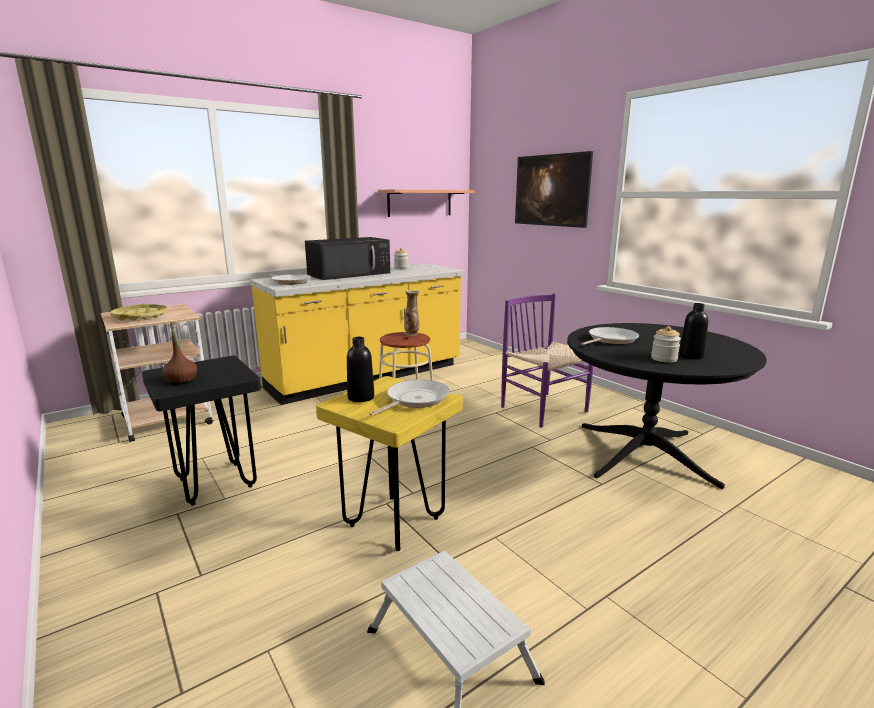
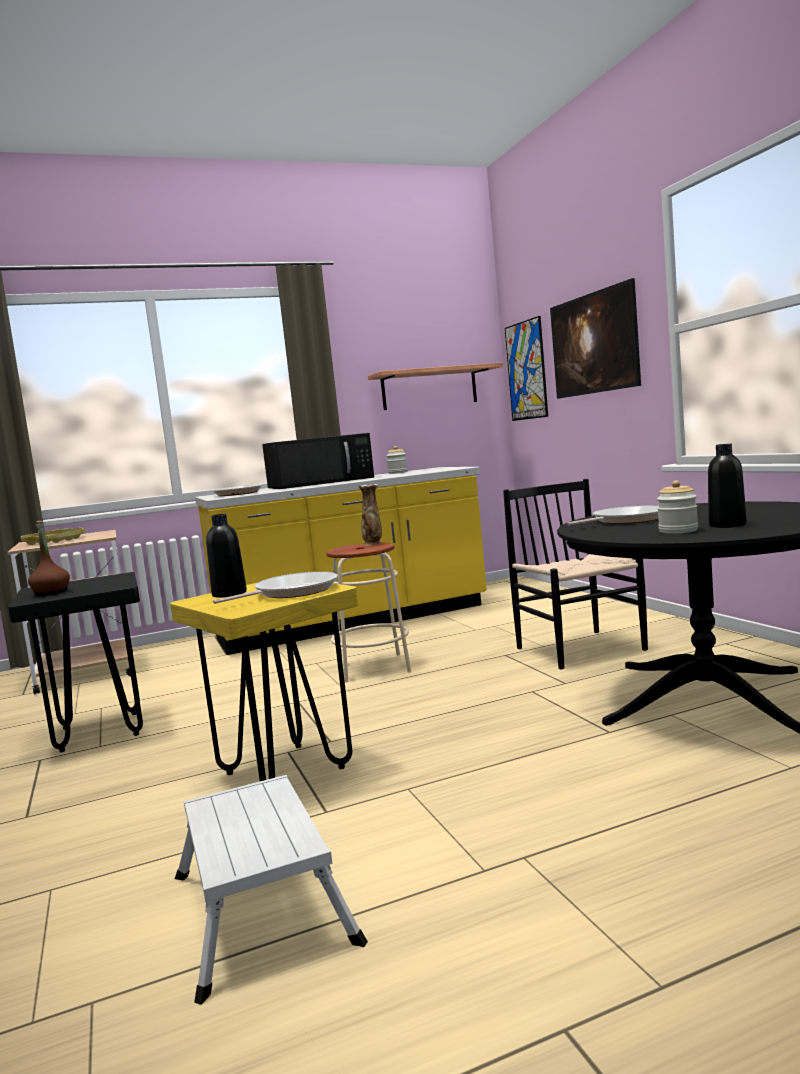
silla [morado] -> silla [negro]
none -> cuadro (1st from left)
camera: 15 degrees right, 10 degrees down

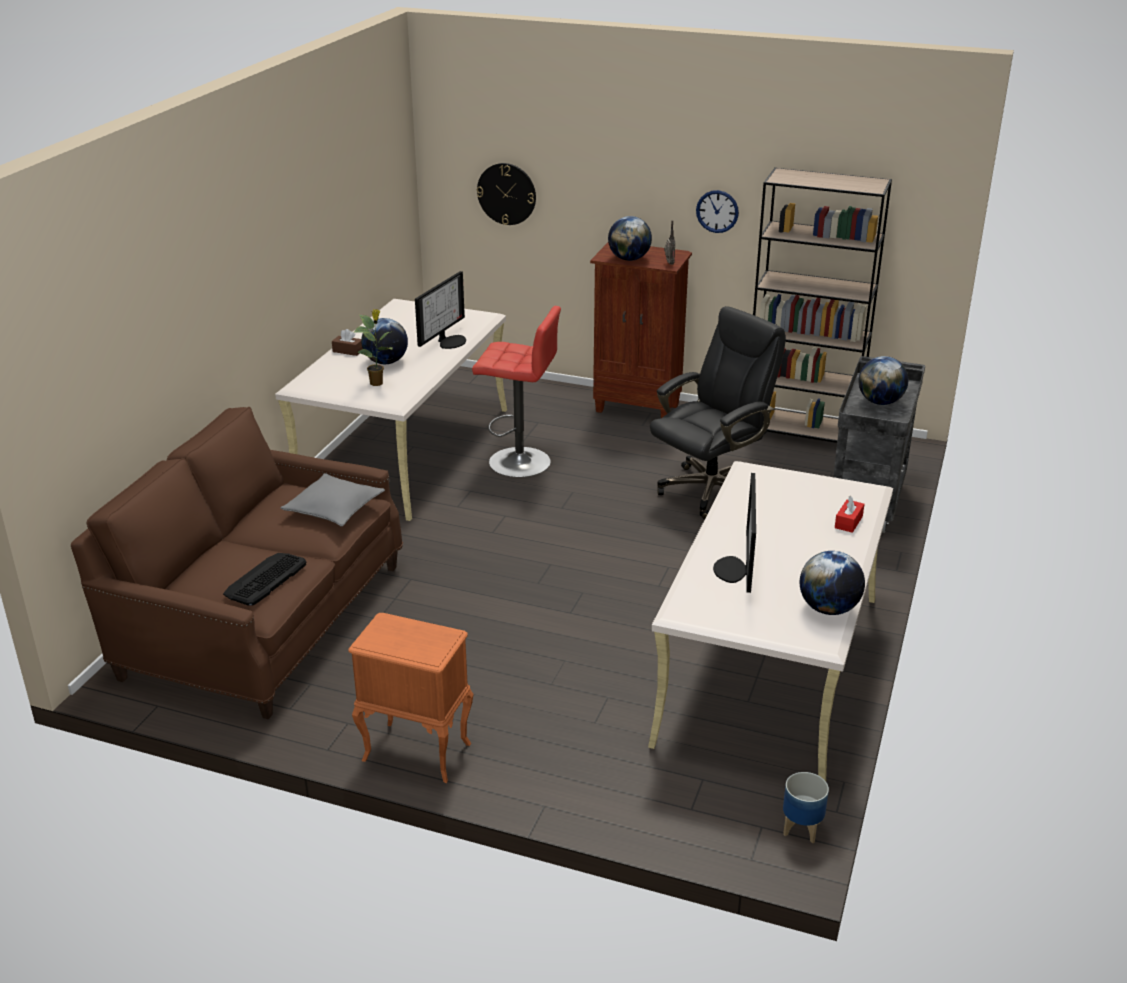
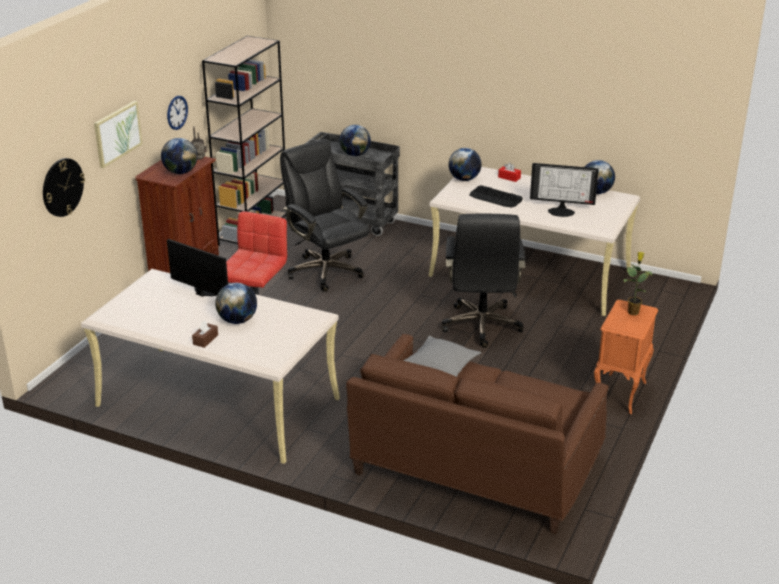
teclado, moved
planta en maceta, moved
maceta -> none
none -> cuadro
none -> silla de oficina [negro] (2nd from left)
none -> globo terráqueo (4th from left)
camera: 85 degrees left, 0 degrees up

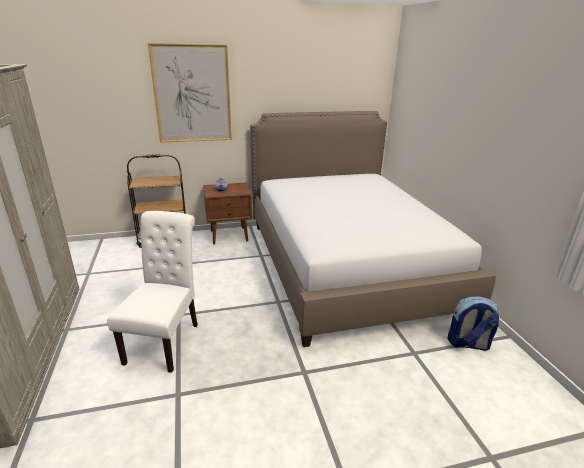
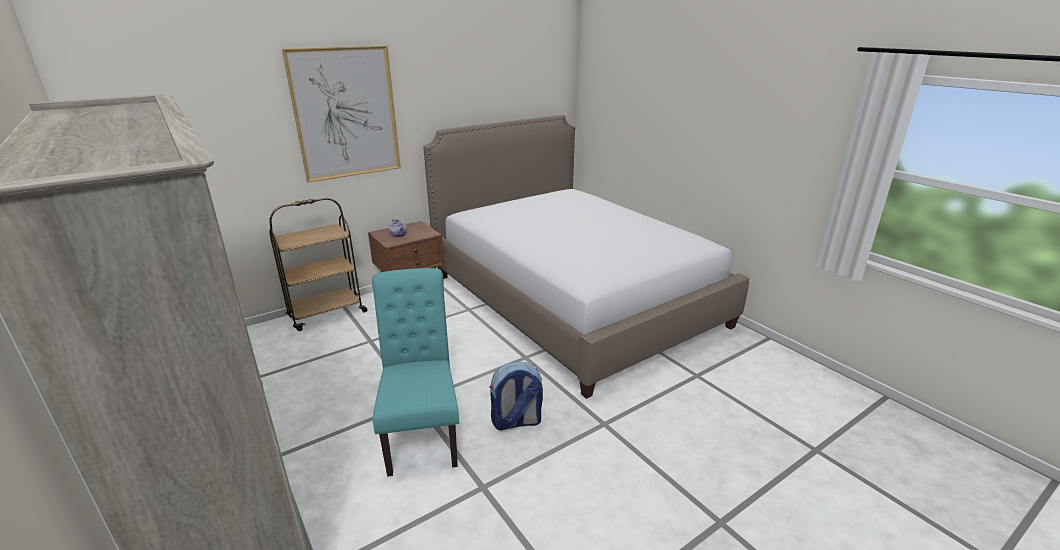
silla [blanco] -> silla [turquesa]
mochila, moved
camera: 20 degrees left, 0 degrees up

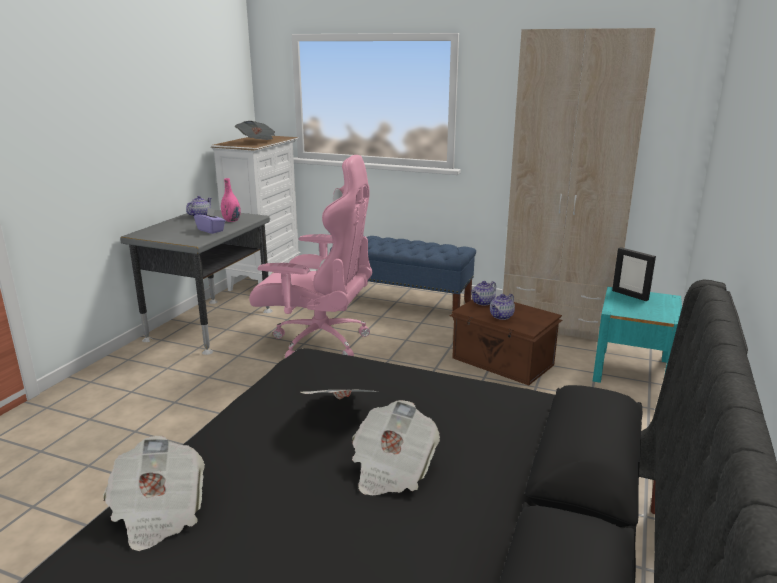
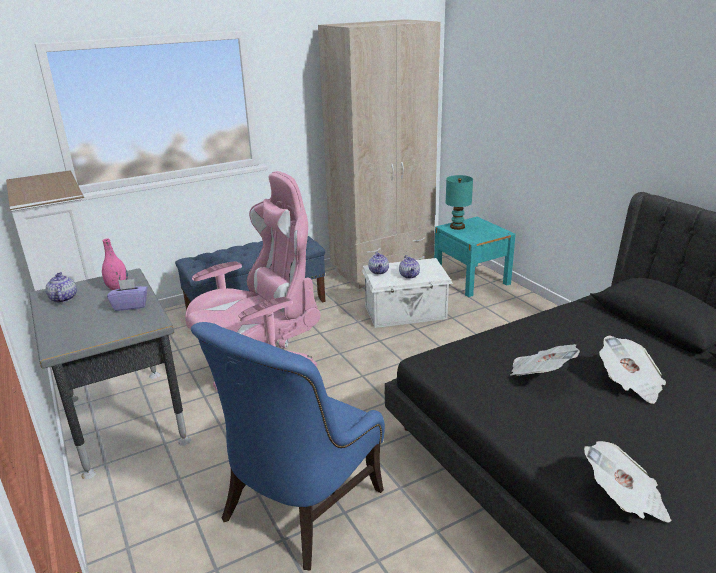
periódico (2nd from left) -> none
caja de almacenaje [marrón] -> caja de almacenaje [blanco]
portarretratos -> lámpara de mesa [turquesa]
none -> silla [azul]
camera: 50 degrees left, 5 degrees up

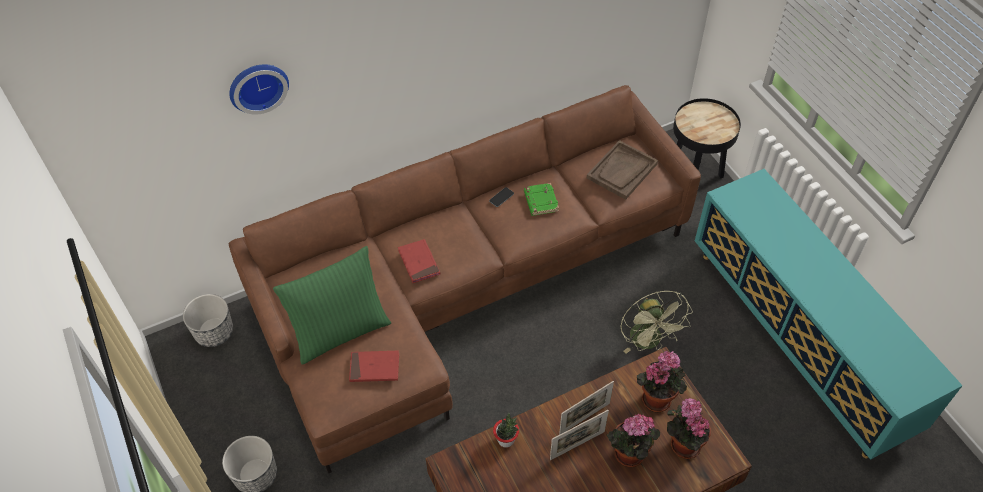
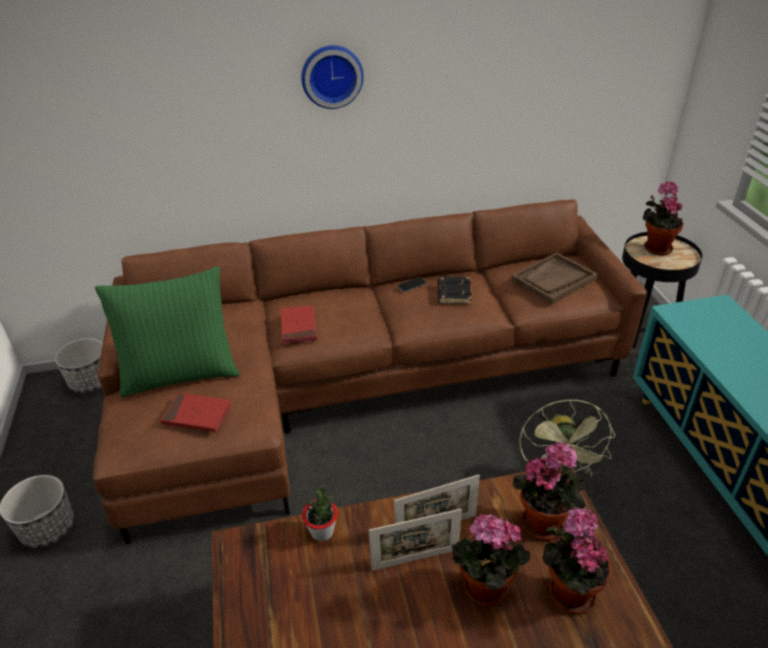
reloj de pared, moved
libro [verde] -> libro [negro]
none -> planta en maceta (5th from left)
camera: 15 degrees right, 15 degrees down

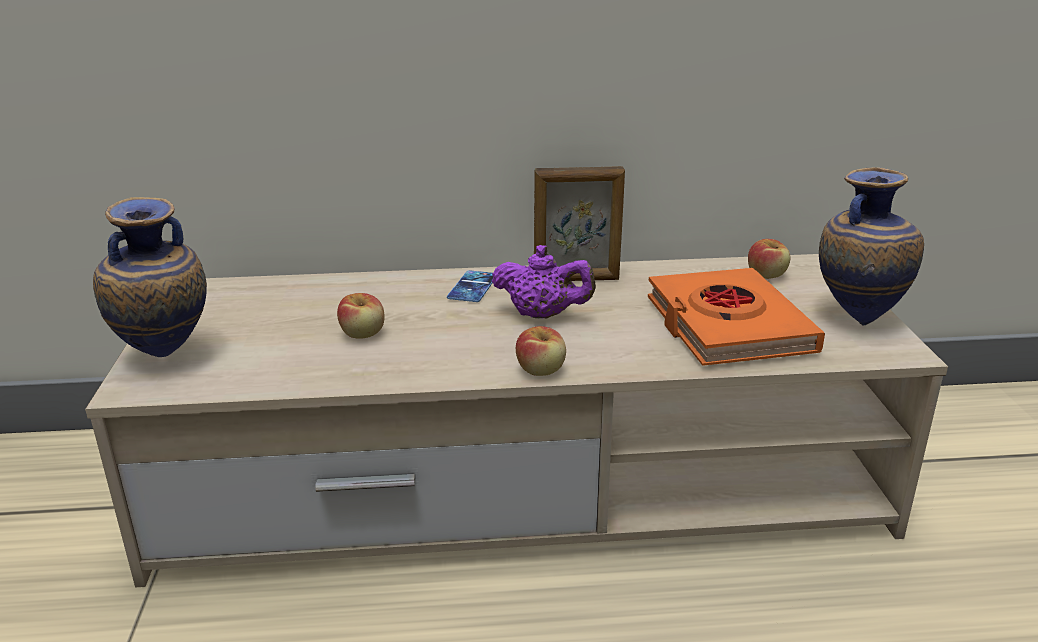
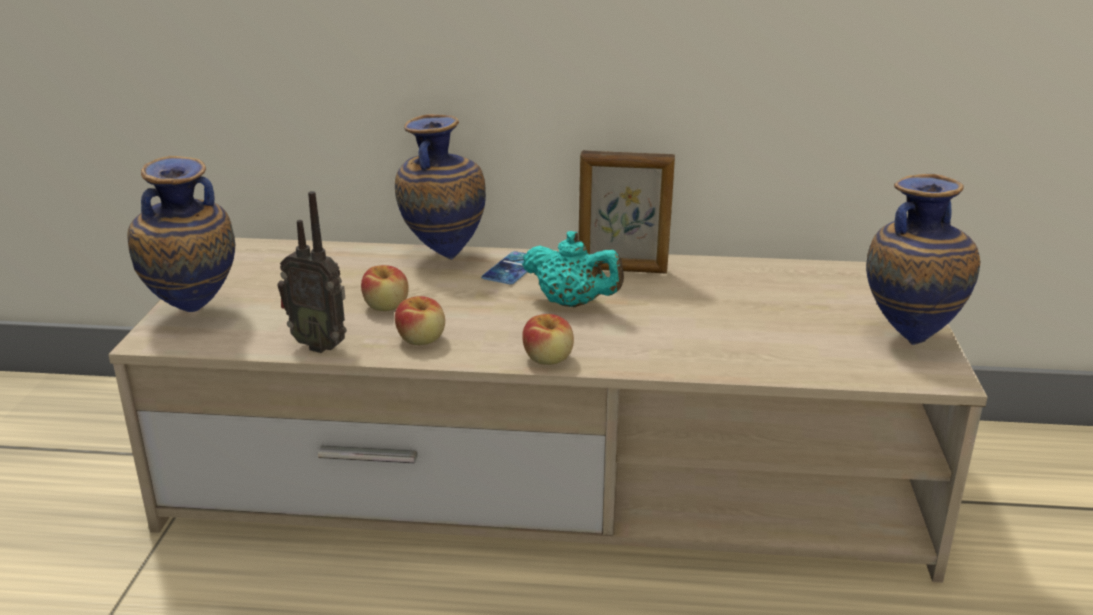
tetera [morado] -> tetera [turquesa]
libro [naranja] -> none
manzana (3rd from left in the first image) -> manzana (2nd from left), moved
none -> radio
none -> florero (2nd from left)
camera: 10 degrees right, 0 degrees up

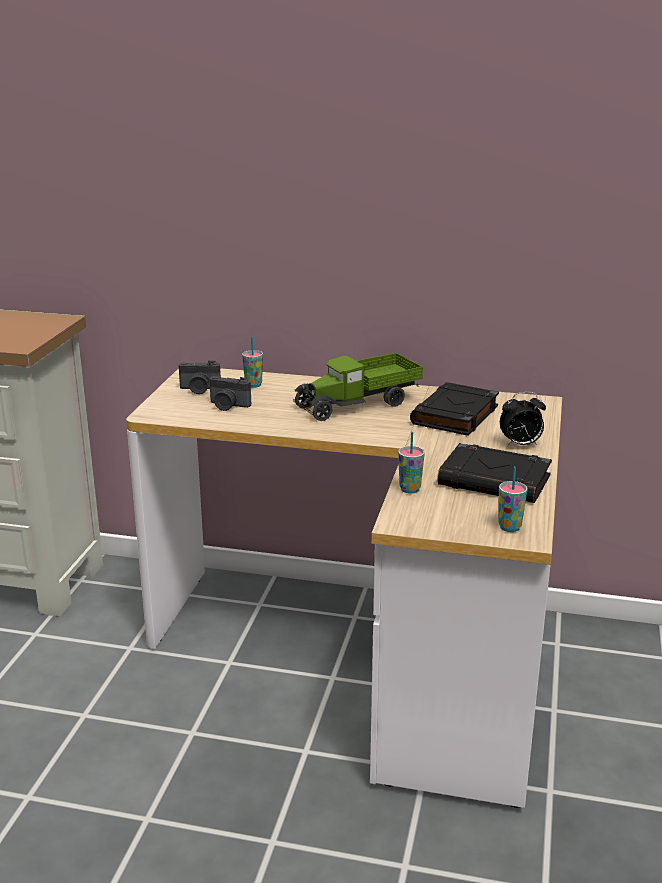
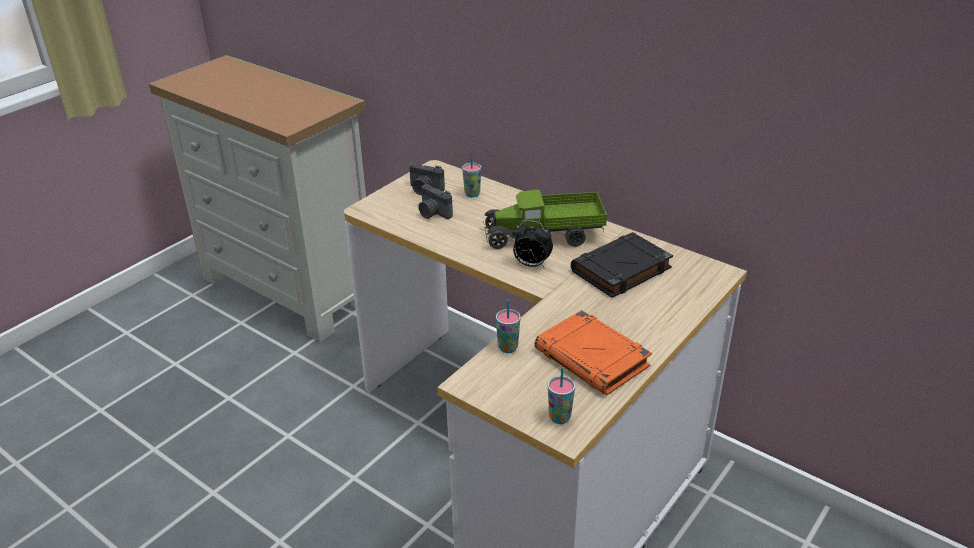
libro [negro] (2nd from left) -> libro [naranja]
despertador, moved
camera: 25 degrees right, 10 degrees up

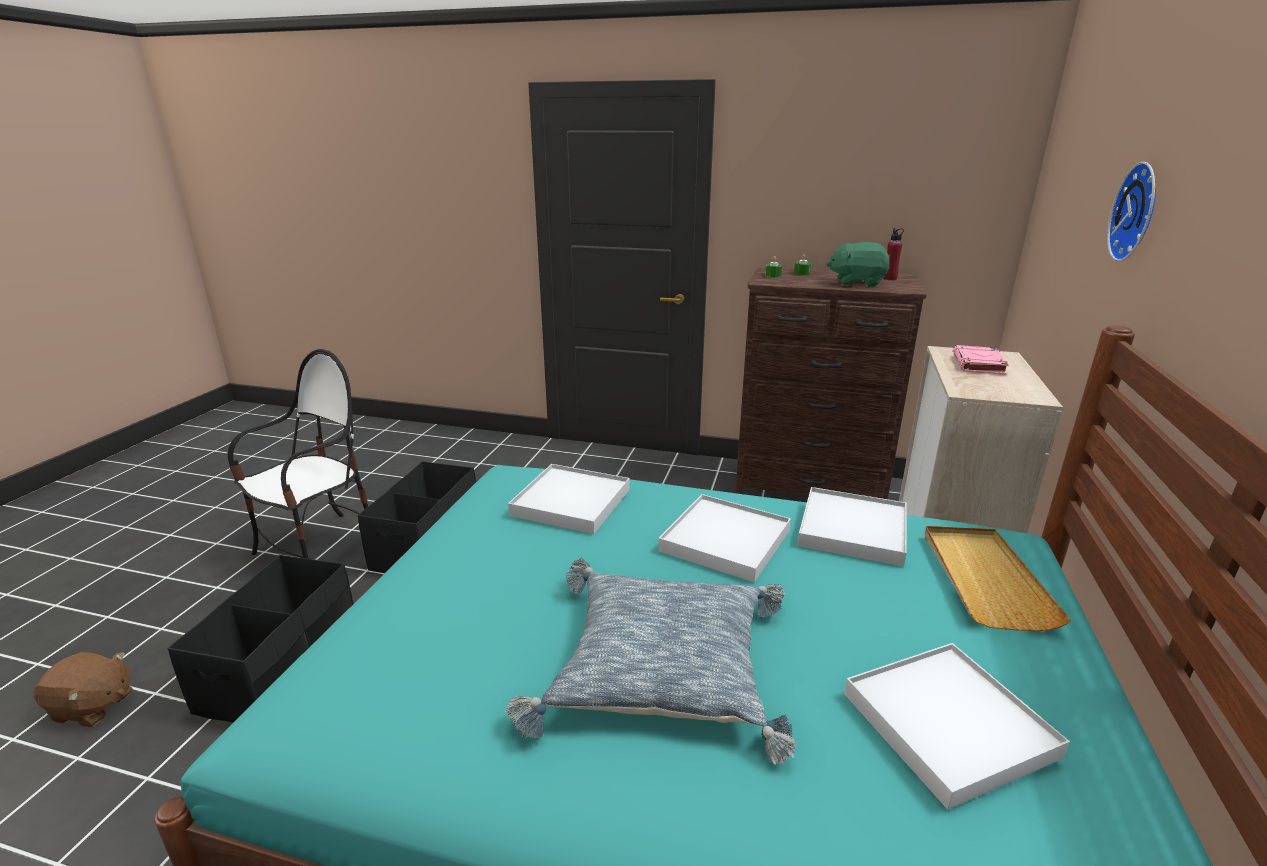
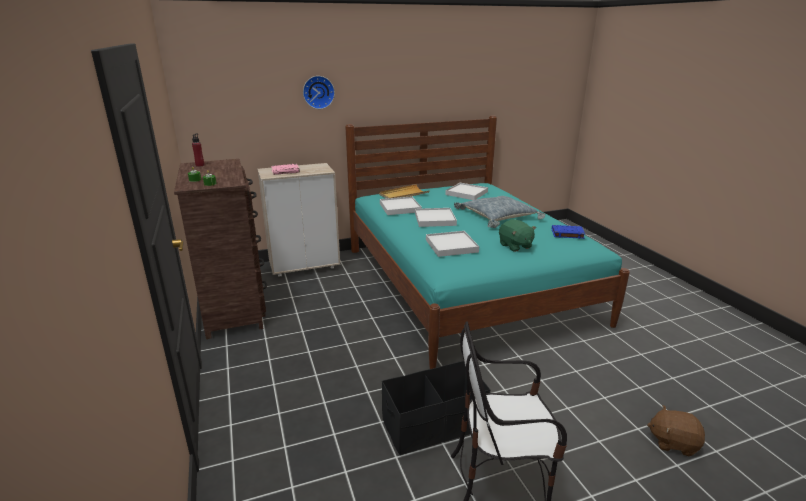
peluche [marrón], 45 degrees counterclockwise
caja de almacenaje [negro] (1st from left) -> none
peluche [verde], moved
none -> libro [azul]
camera: 125 degrees left, 0 degrees up

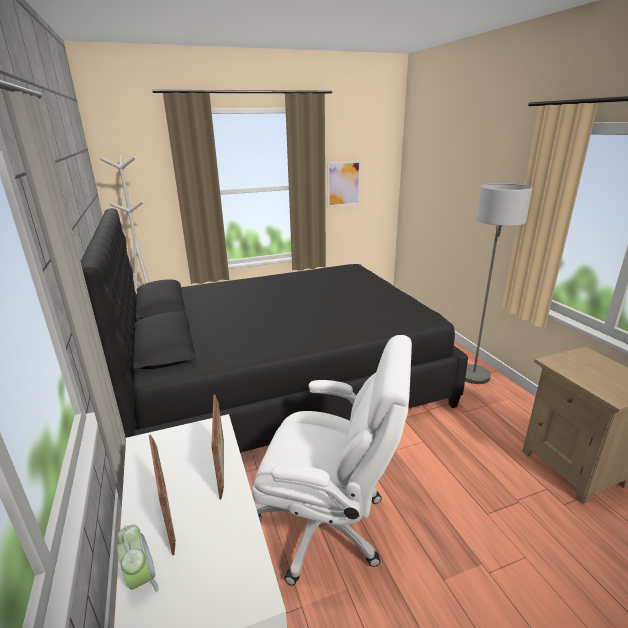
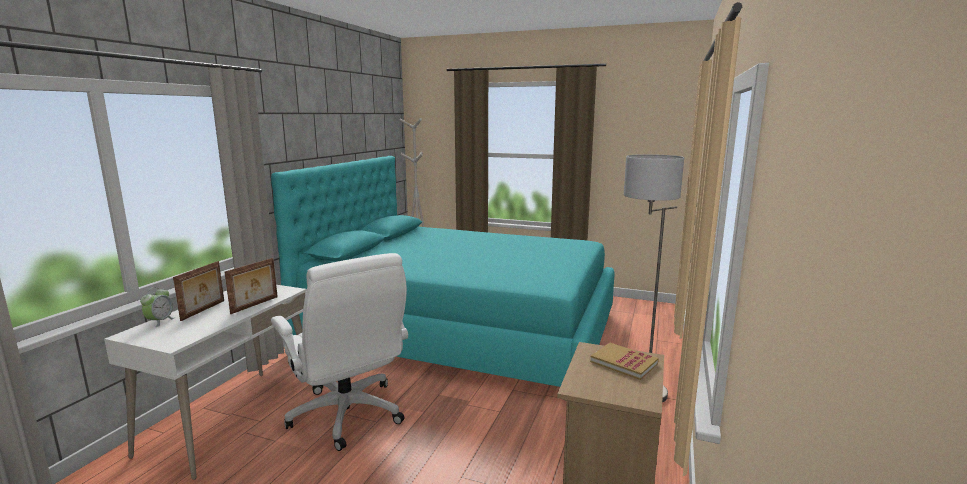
cama [negro] -> cama [turquesa]
cuadro -> none
none -> libro
camera: 40 degrees right, 10 degrees down

